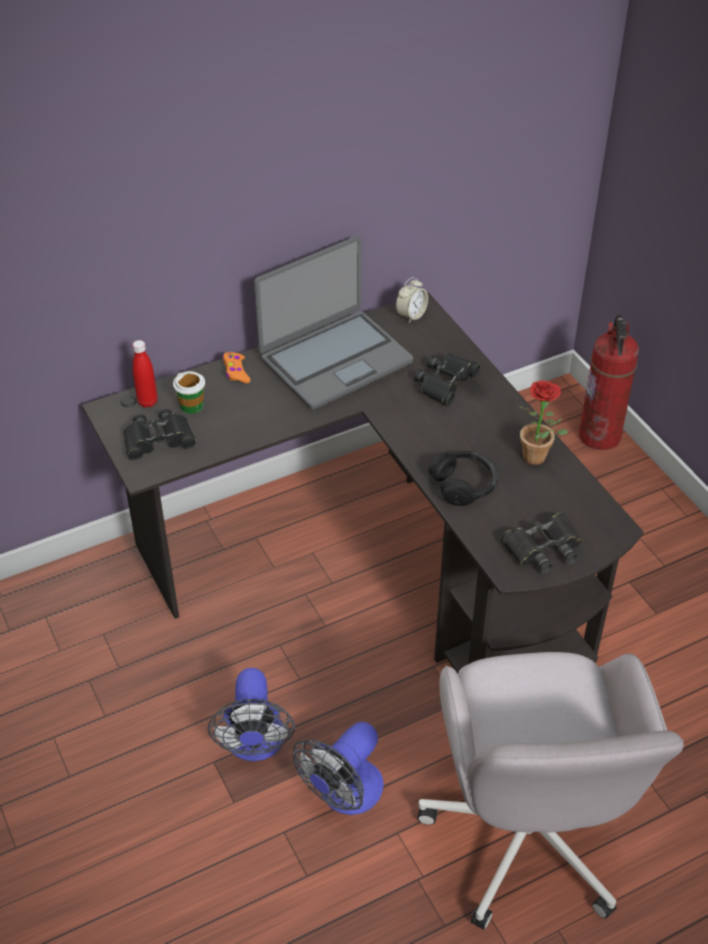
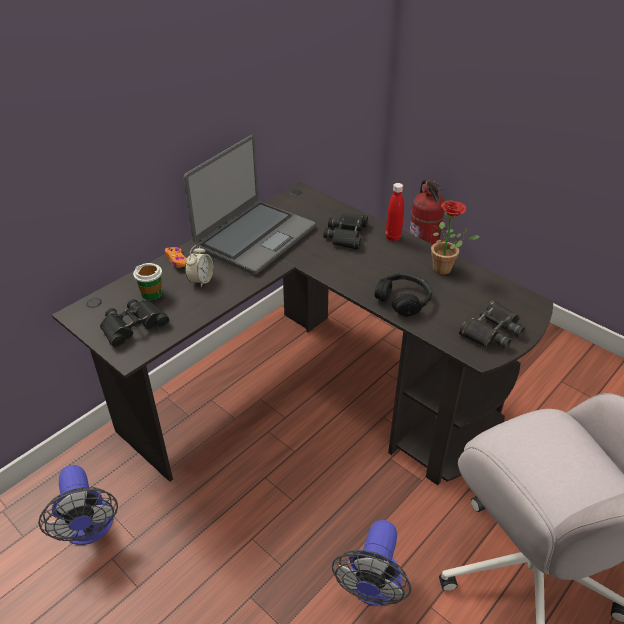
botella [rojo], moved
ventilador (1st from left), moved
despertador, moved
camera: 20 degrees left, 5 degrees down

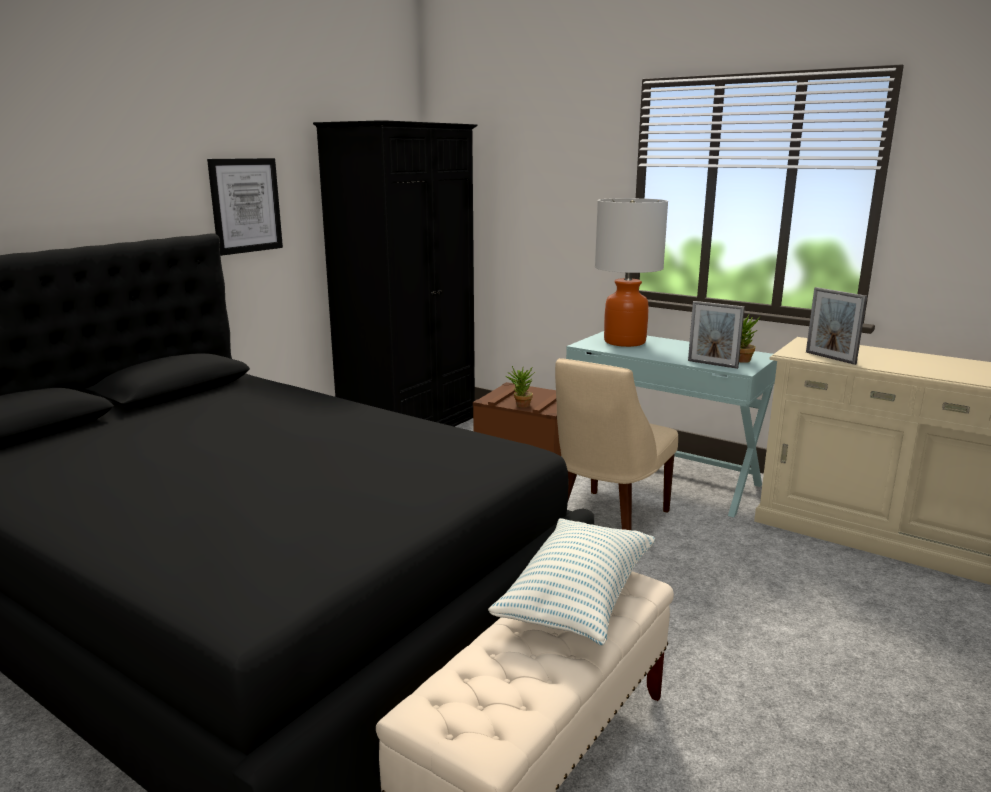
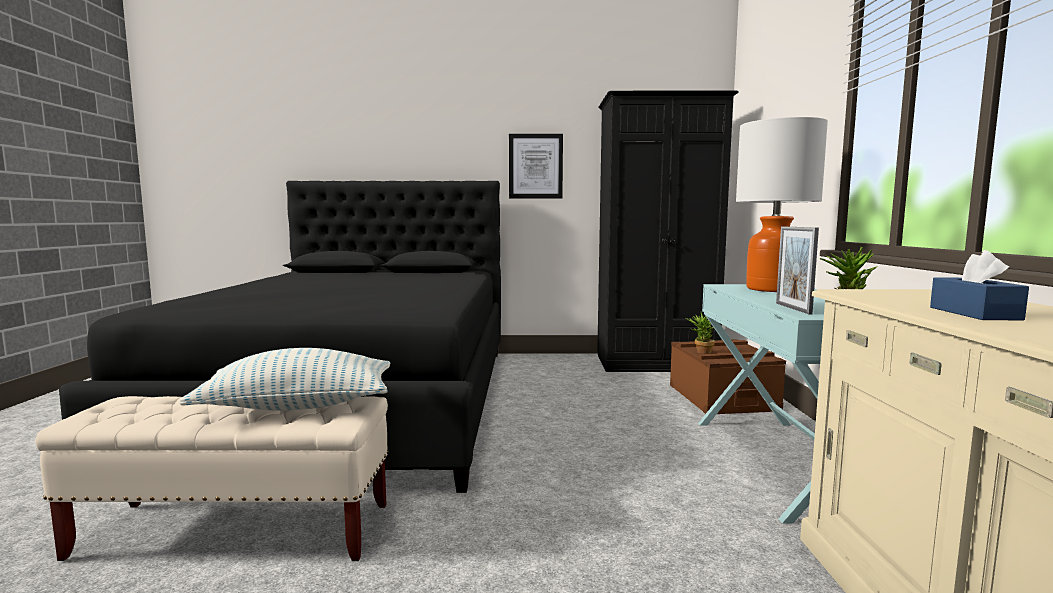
silla [beis] -> none
portarretratos (2nd from left) -> none
none -> caja de pañuelos [azul]
camera: 55 degrees right, 10 degrees down

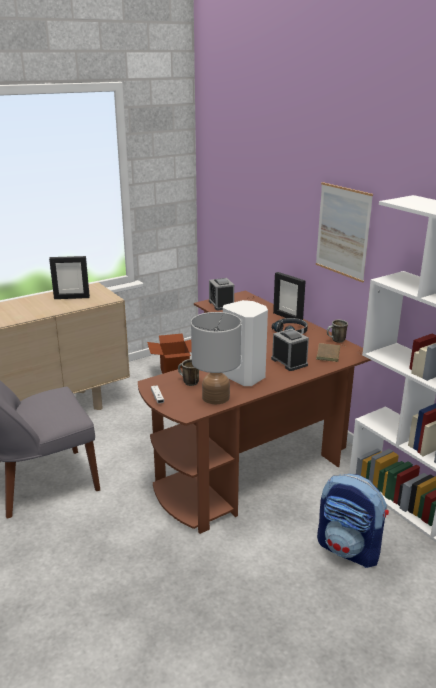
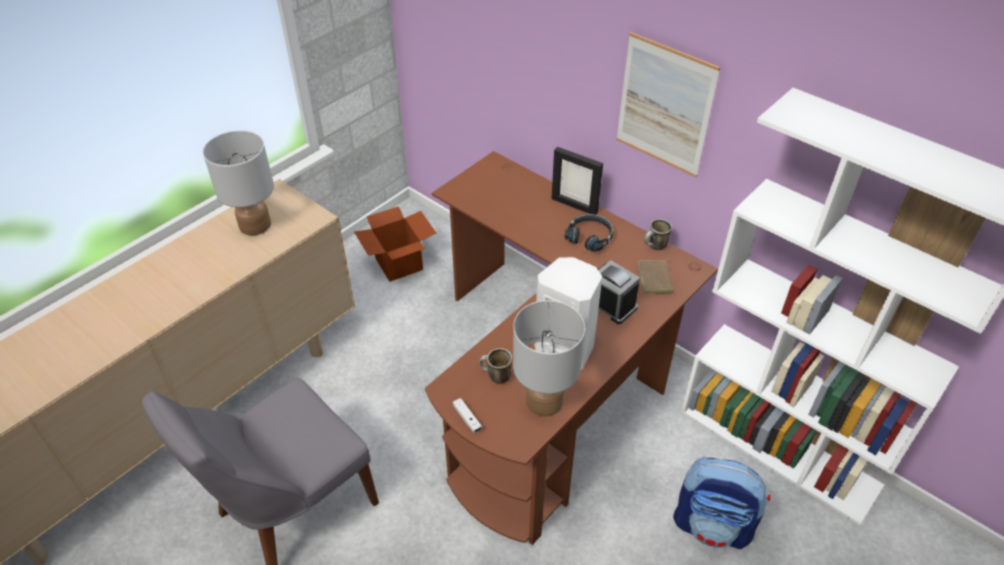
portarretratos (1st from left) -> lámpara de mesa [gris] (1st from left)
despertador (1st from left) -> none
camera: 15 degrees left, 20 degrees up

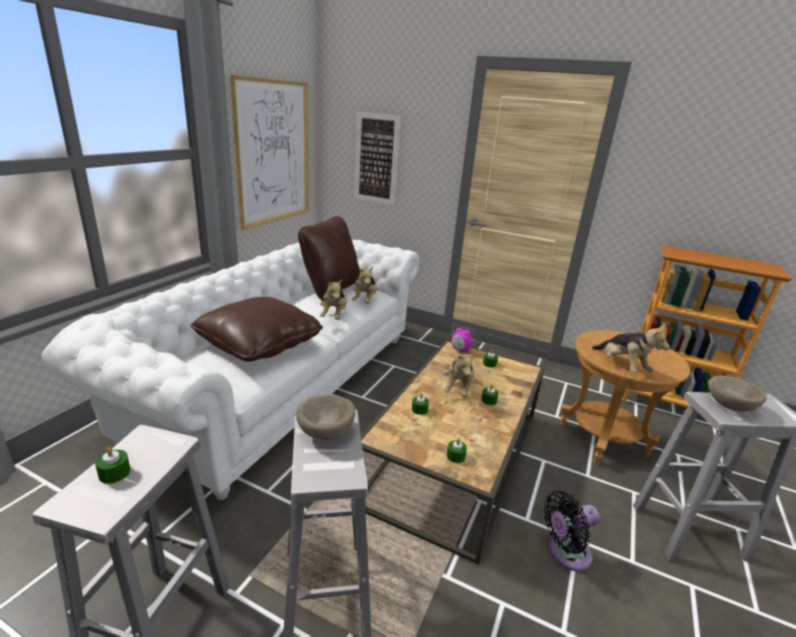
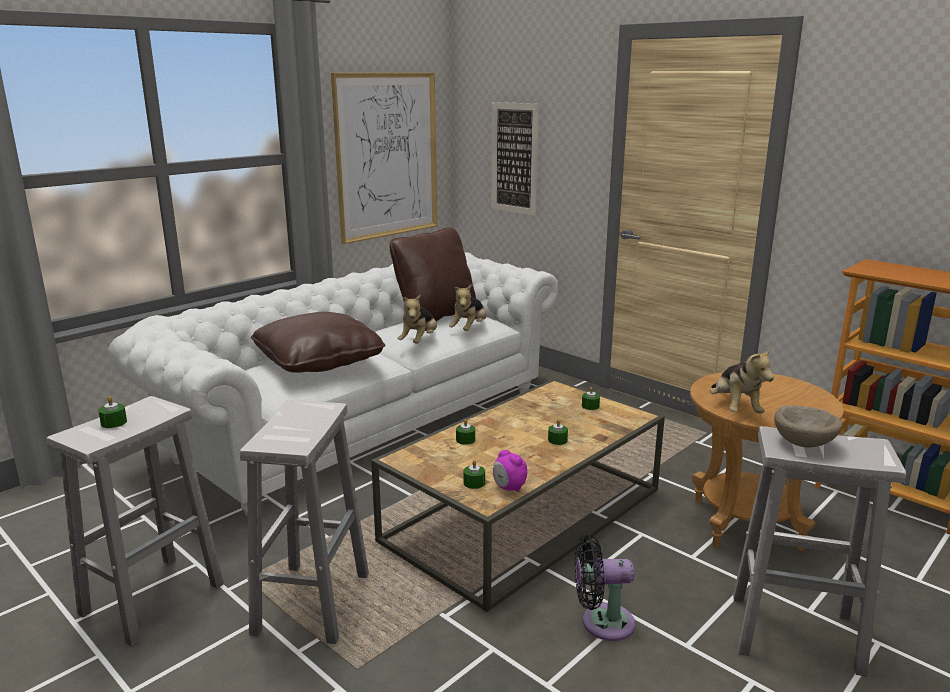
cuenco [beis] (1st from left) -> none
peluche (3rd from left) -> none
despertador, moved
camera: 20 degrees right, 5 degrees down

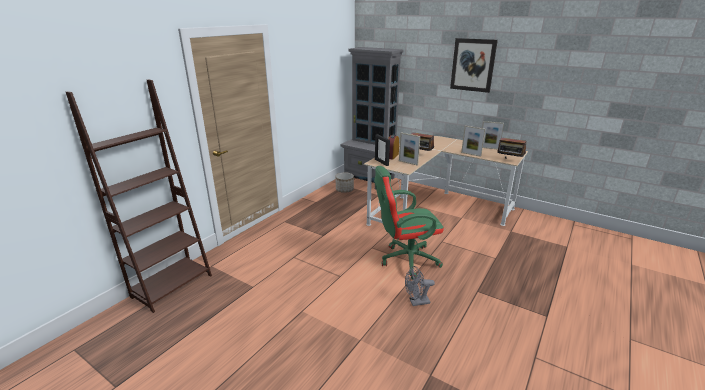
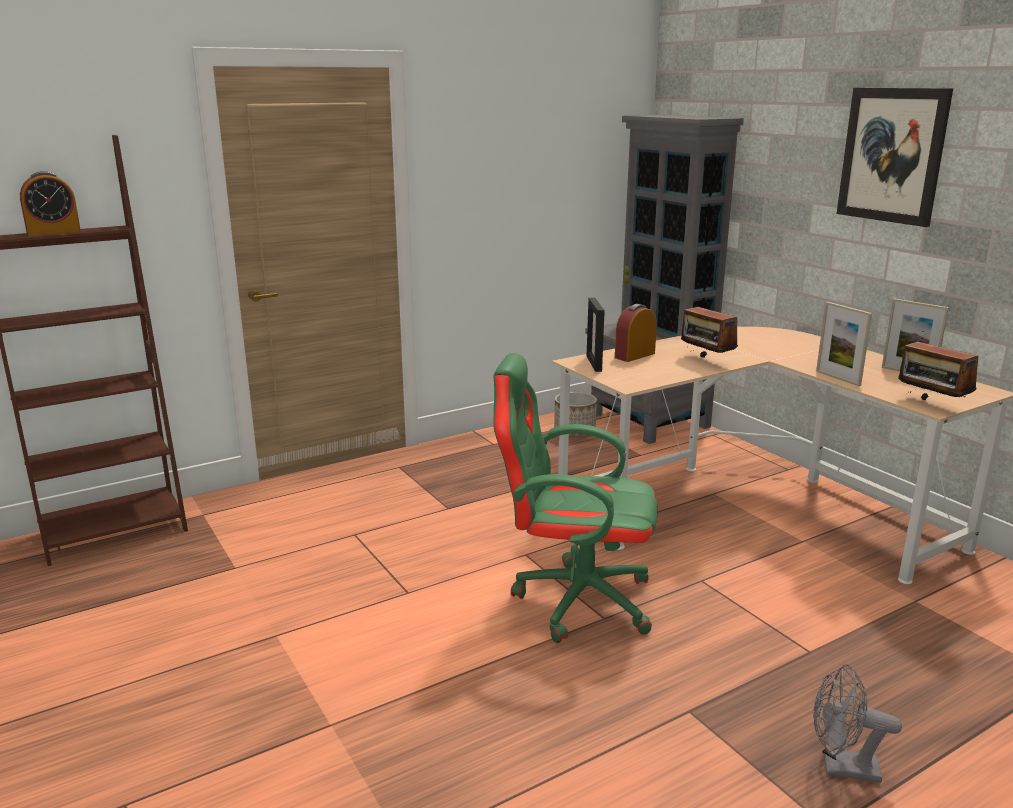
portarretratos (2nd from left) -> none
ventilador [gris], moved
none -> despertador (1st from left)
camera: 25 degrees right, 5 degrees down

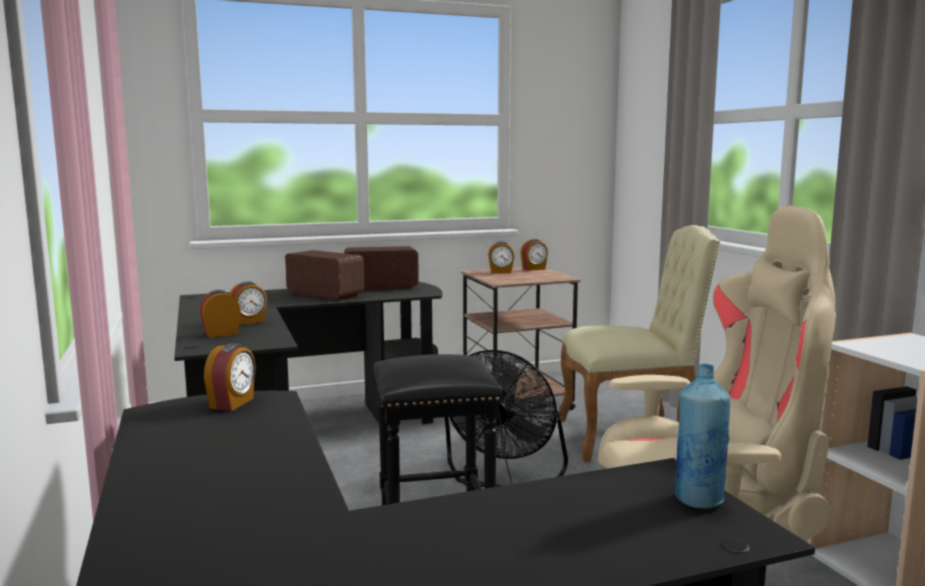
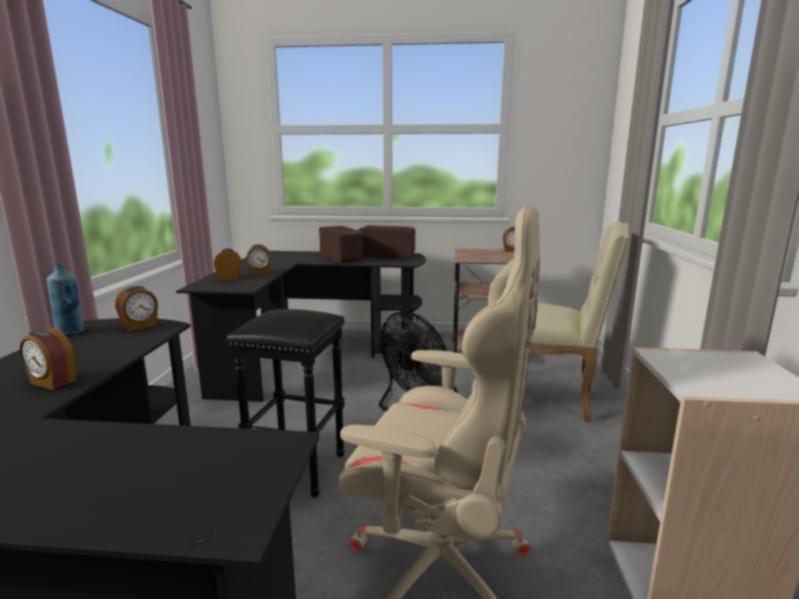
despertador (4th from left in the first image) -> despertador (1st from left), moved
botella [azul], moved
camera: 25 degrees right, 5 degrees up

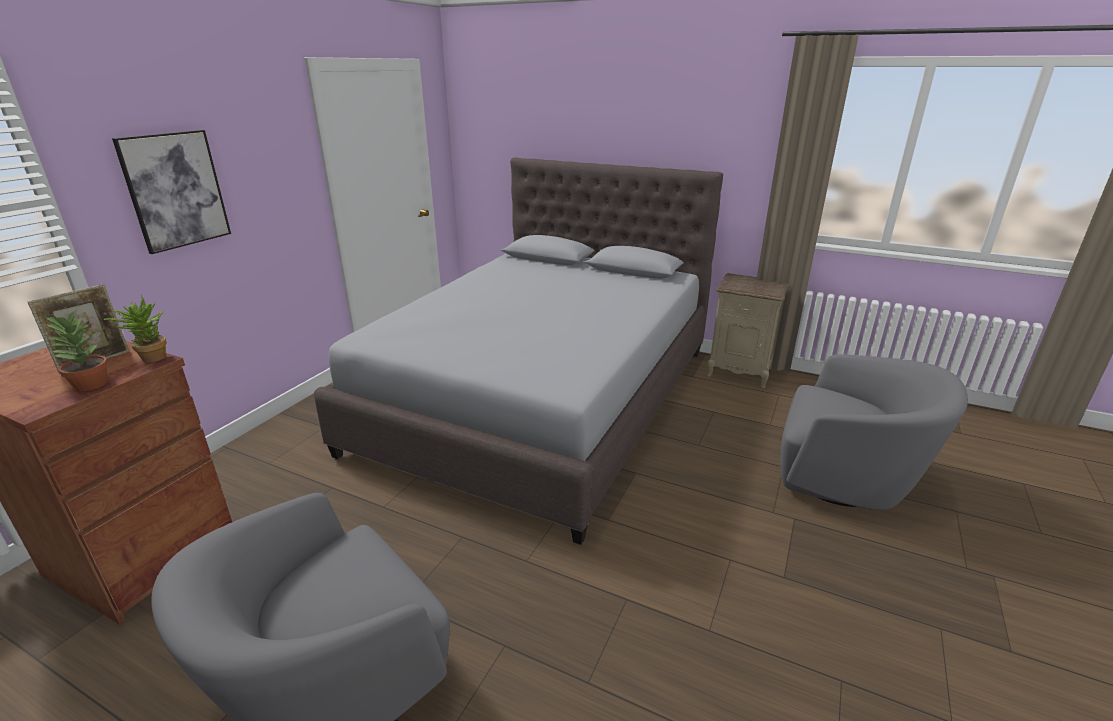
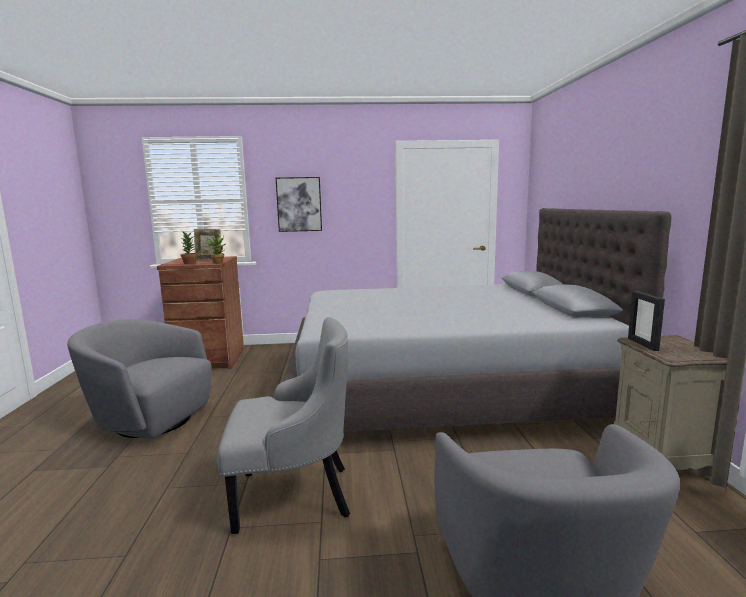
none -> silla [gris]
none -> portarretratos (2nd from left)
camera: 60 degrees right, 15 degrees down

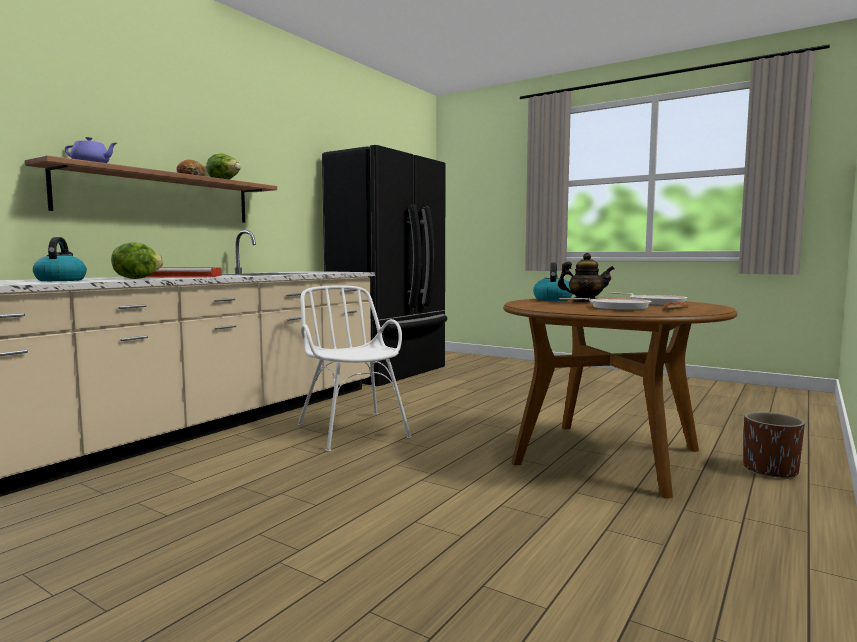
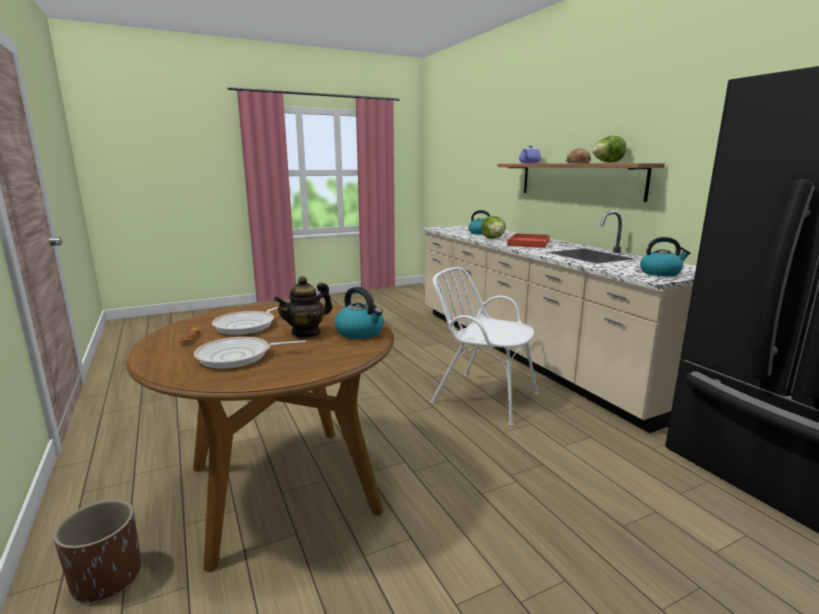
silla [blanco], 150 degrees counterclockwise
none -> hervidor (3rd from left)
camera: 120 degrees right, 10 degrees up

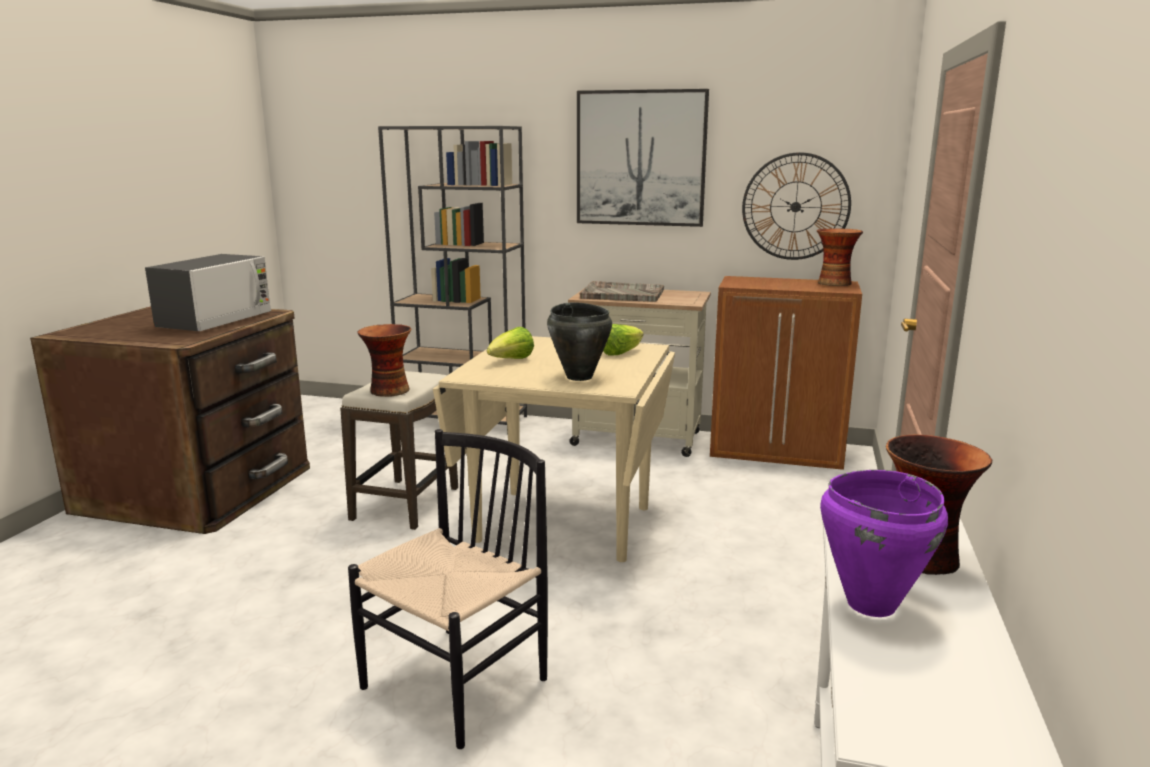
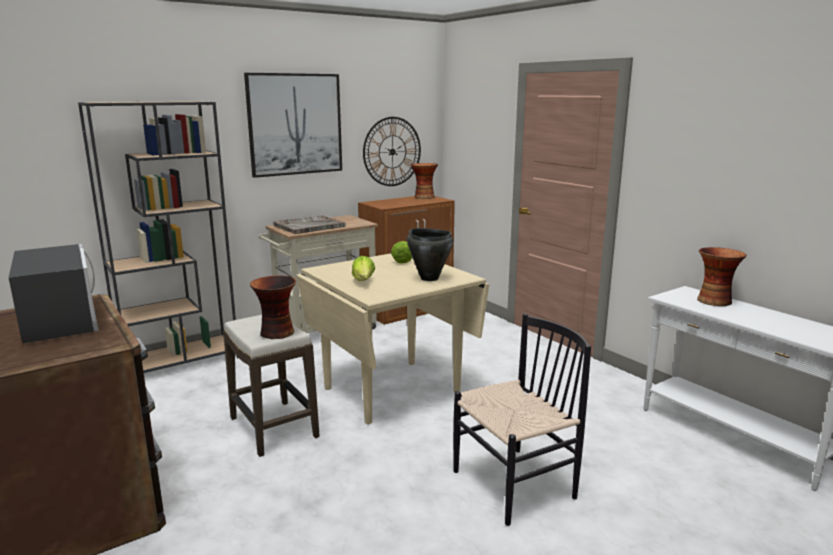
silla [negro], 75 degrees clockwise
olla [morado] -> none
camera: 50 degrees left, 0 degrees up

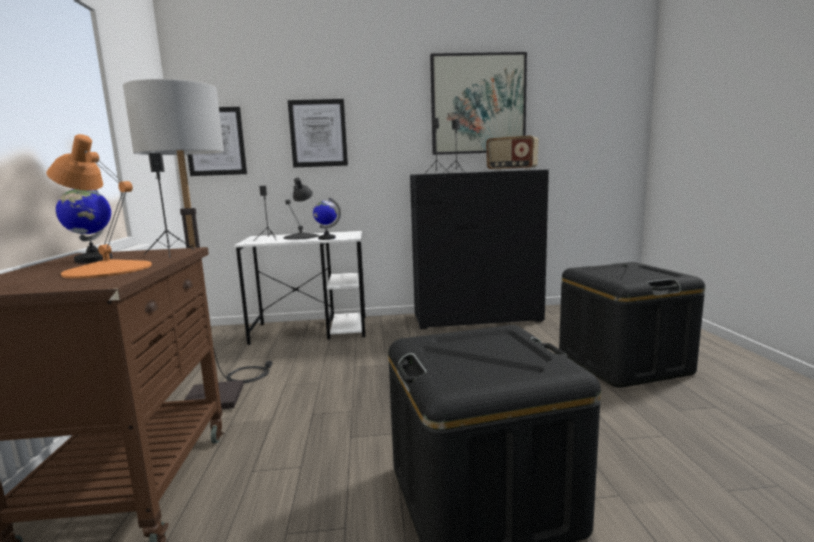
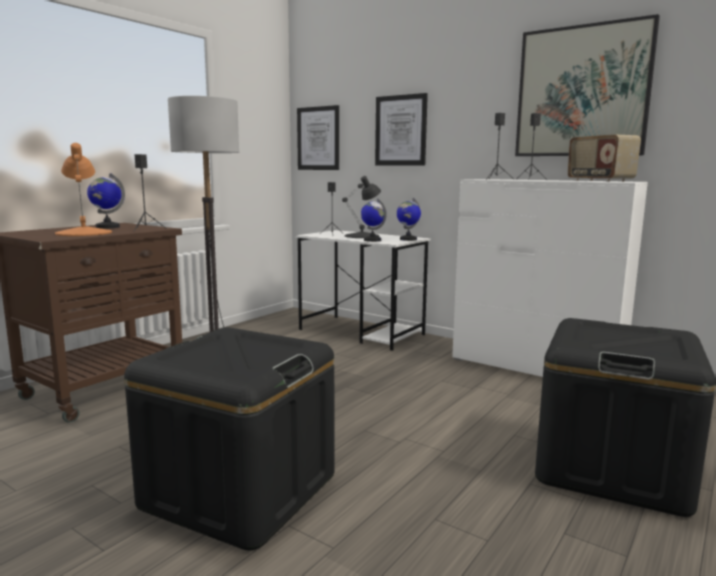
cómoda [negro] -> cómoda [blanco]
none -> globo terráqueo (3rd from left)
camera: 40 degrees right, 0 degrees up

